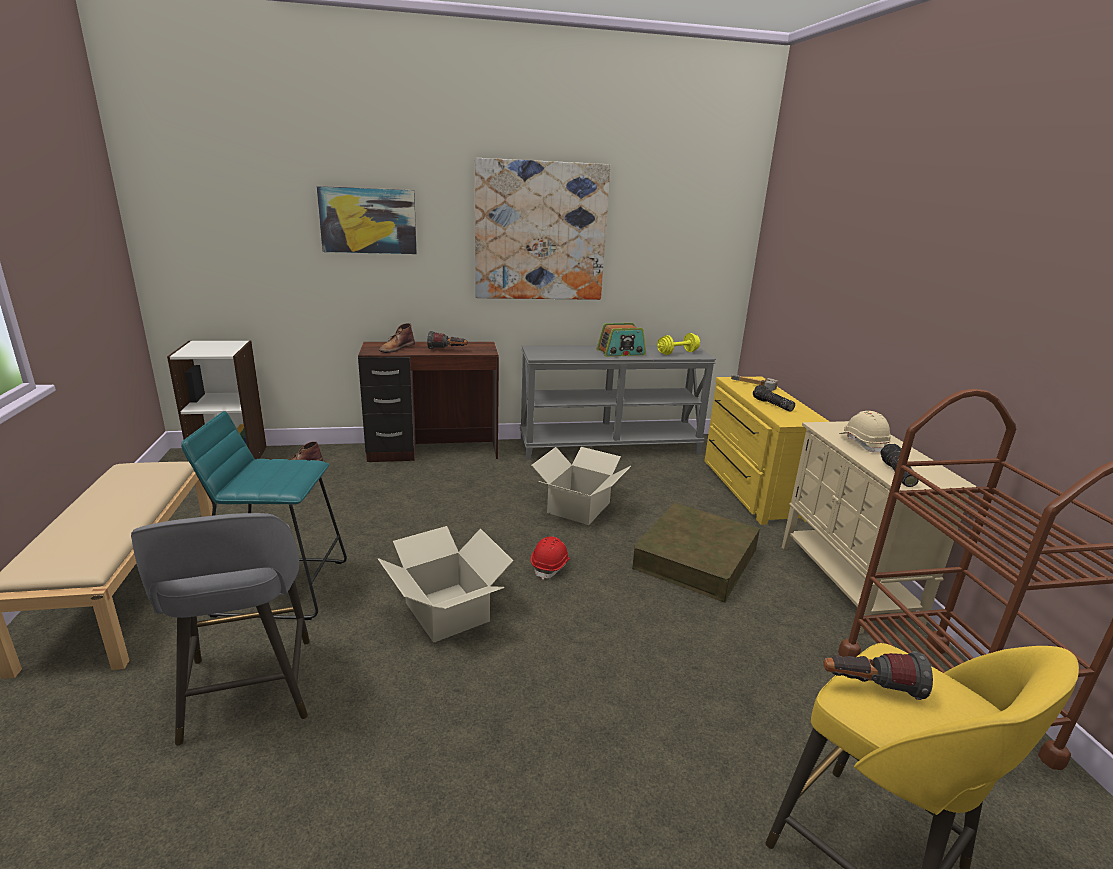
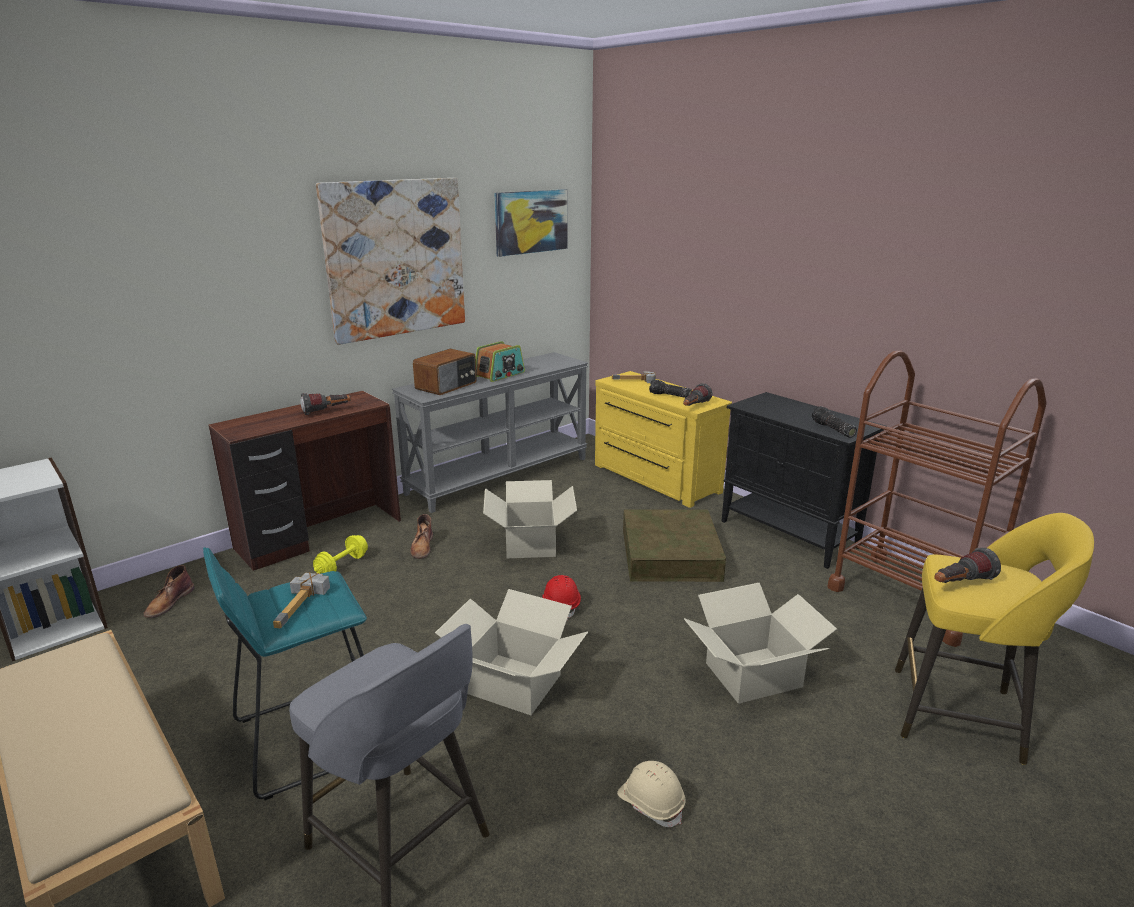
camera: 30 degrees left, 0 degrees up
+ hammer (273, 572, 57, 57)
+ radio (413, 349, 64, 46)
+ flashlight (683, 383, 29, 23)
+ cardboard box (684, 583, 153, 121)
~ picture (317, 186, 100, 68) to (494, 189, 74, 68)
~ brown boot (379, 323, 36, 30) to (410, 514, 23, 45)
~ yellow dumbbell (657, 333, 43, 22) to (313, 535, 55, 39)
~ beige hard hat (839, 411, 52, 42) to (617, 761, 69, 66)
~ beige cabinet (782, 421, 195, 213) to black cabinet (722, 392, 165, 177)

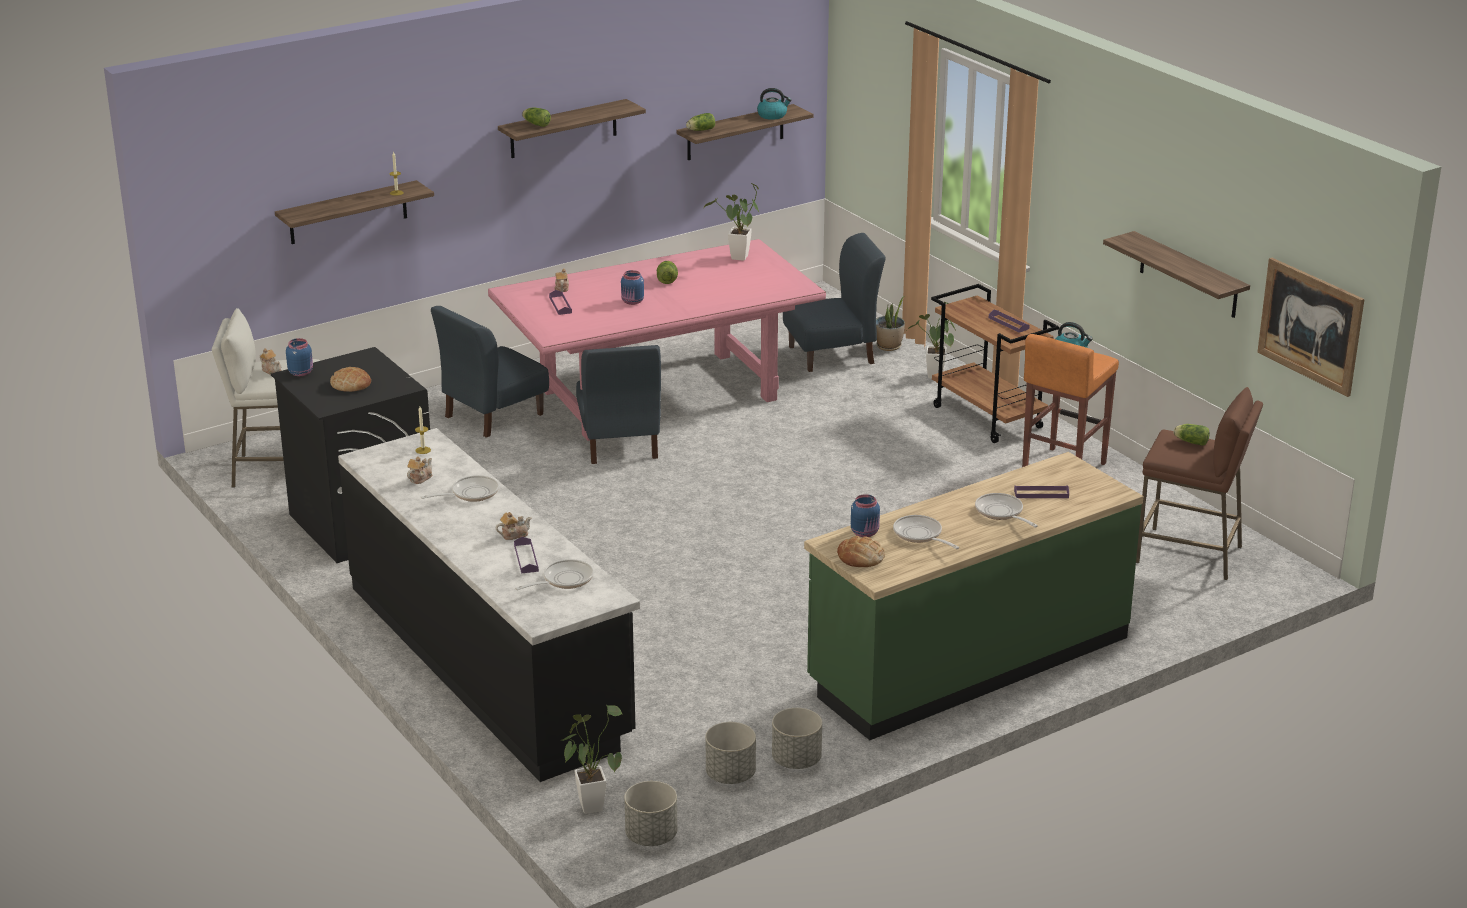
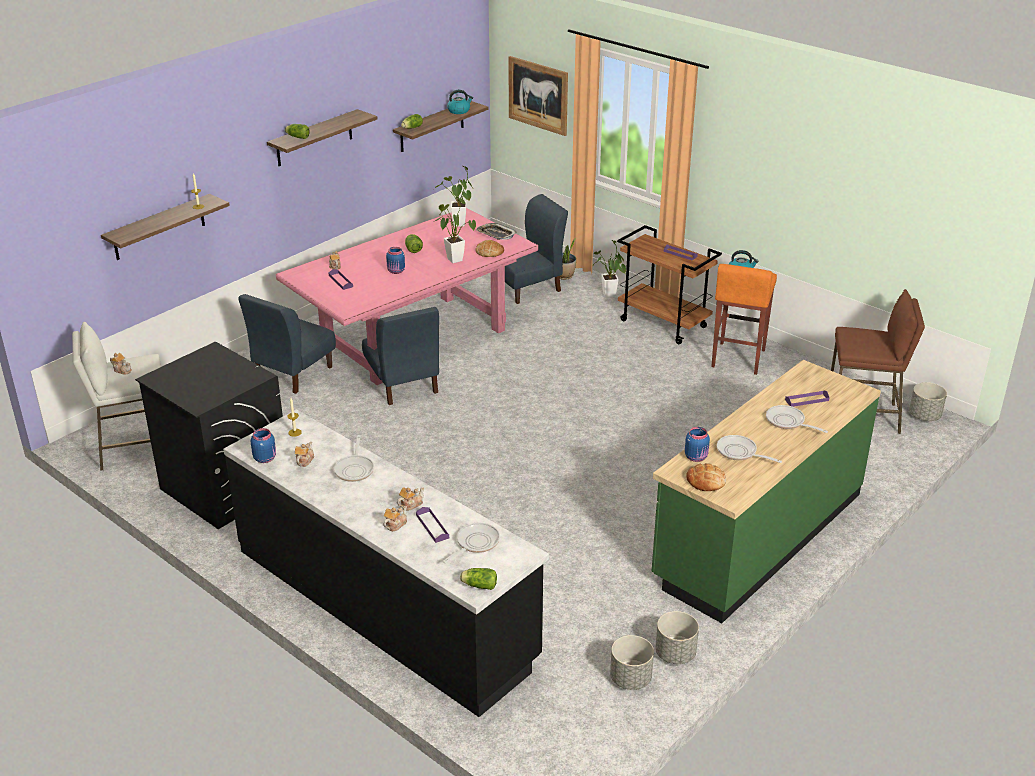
camera: 15 degrees left, 5 degrees up
- shelf (1103, 231, 147, 87)
+ teapot (383, 506, 24, 25)
+ tray (476, 223, 41, 17)
~ blue jar (286, 338, 27, 38) to (251, 428, 25, 35)
~ bread (330, 367, 41, 25) to (476, 240, 28, 17)
~ potted plant (561, 705, 61, 109) to (435, 197, 41, 66)
~ grey planter (624, 781, 53, 65) to (909, 382, 38, 39)
~ lettuce (1174, 424, 36, 22) to (460, 568, 37, 22)
~ picture (1257, 258, 107, 139) to (509, 56, 59, 80)
~ frying pan (421, 475, 78, 27) = (334, 435, 40, 47) 135 degrees clockwise

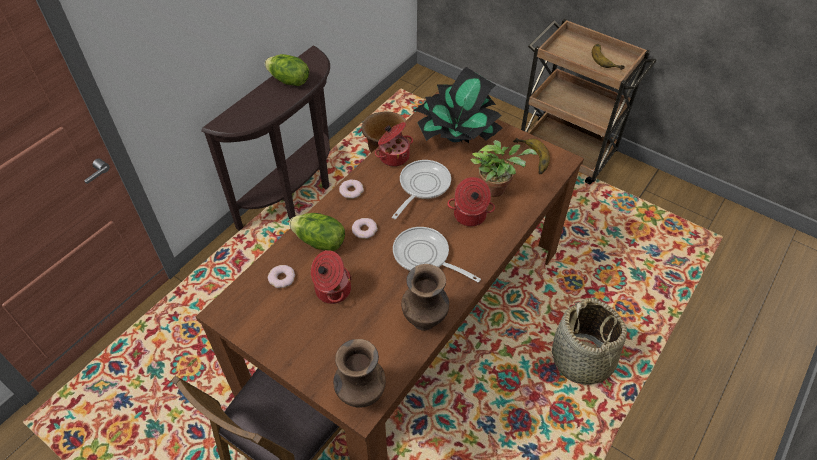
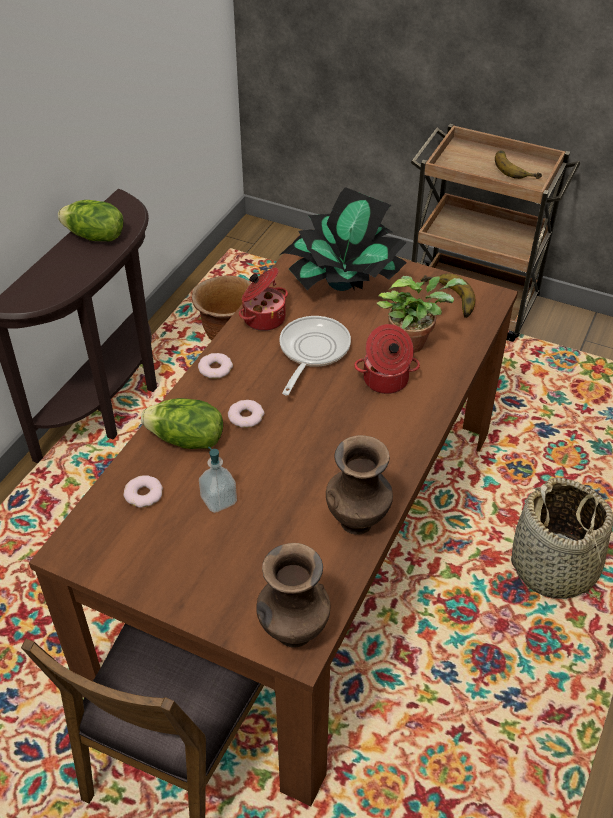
camera: 10 degrees left, 5 degrees down
- frying pan (393, 227, 88, 55)
~ cooking pot (311, 250, 41, 54) to soap dispenser (199, 447, 38, 66)

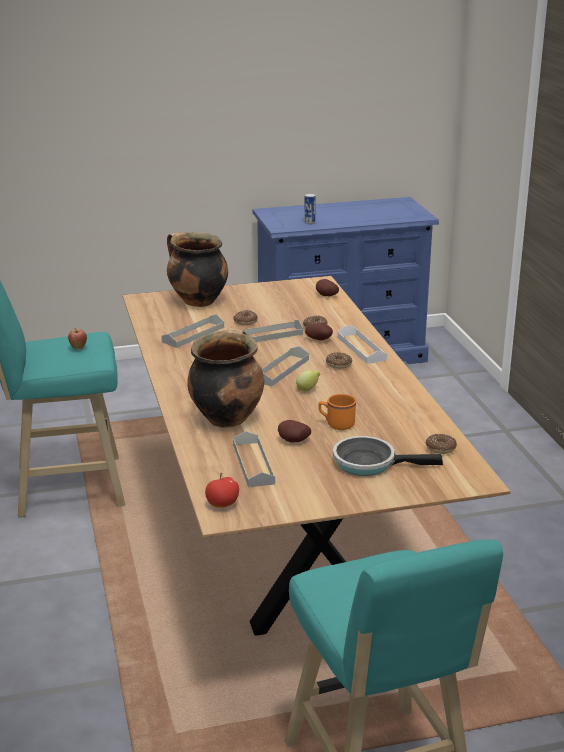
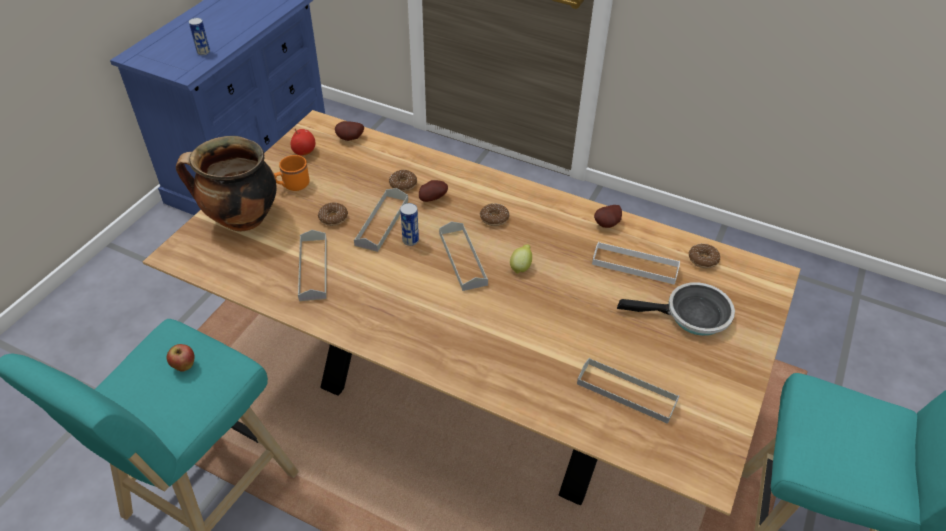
camera: 50 degrees left, 20 degrees up
- cooking pot (187, 328, 77, 100)
+ can (400, 203, 19, 43)
~ apple (205, 473, 34, 35) to (290, 128, 25, 28)
~ potato (278, 420, 33, 22) to (594, 205, 28, 23)
~ orange mug (318, 394, 38, 36) to (274, 155, 35, 36)
~ white tray (337, 325, 50, 39) to (592, 241, 88, 44)
~ frying pan (333, 436, 110, 40) = (617, 282, 118, 54) 135 degrees counterclockwise

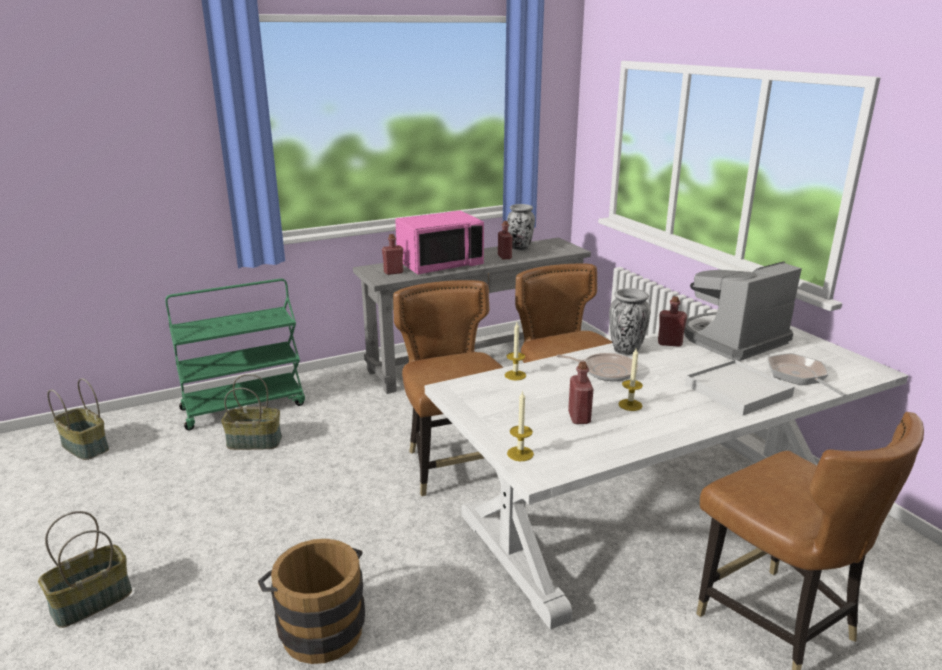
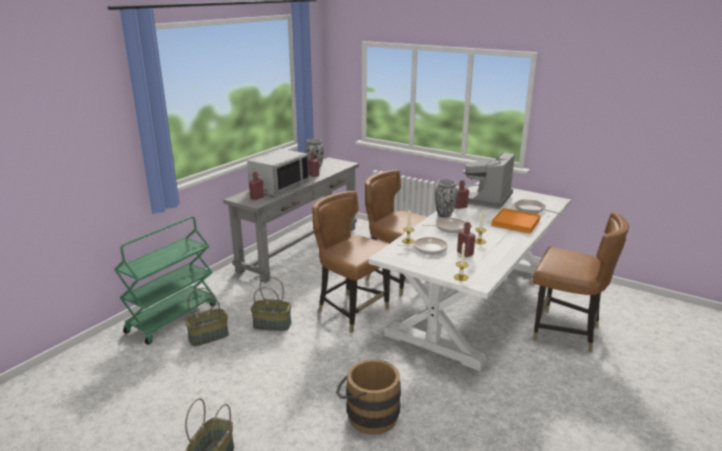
camera: 30 degrees left, 0 degrees up
+ frying pan (397, 237, 51, 18)
~ basket (47, 378, 62, 82) to (251, 277, 40, 54)
~ pink microwave (395, 210, 89, 64) to grey microwave (247, 148, 62, 48)
~ white tray (685, 360, 110, 56) to orange tray (491, 208, 50, 26)

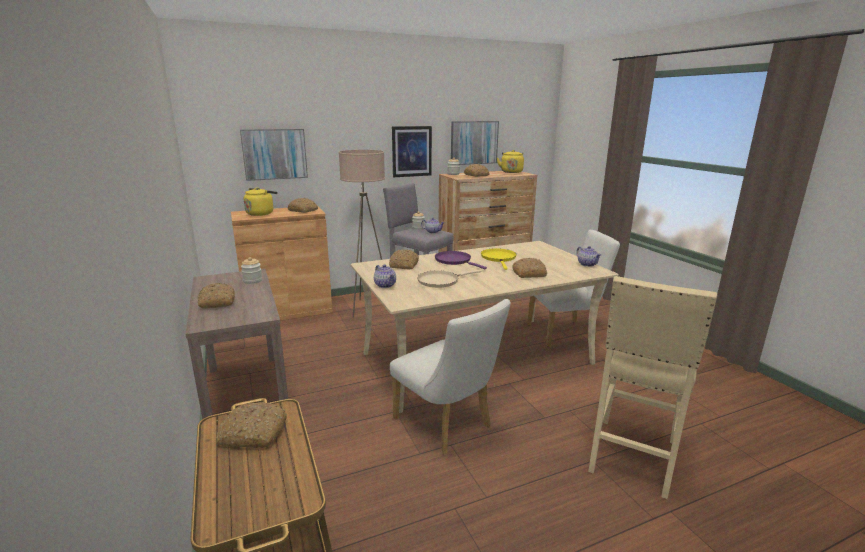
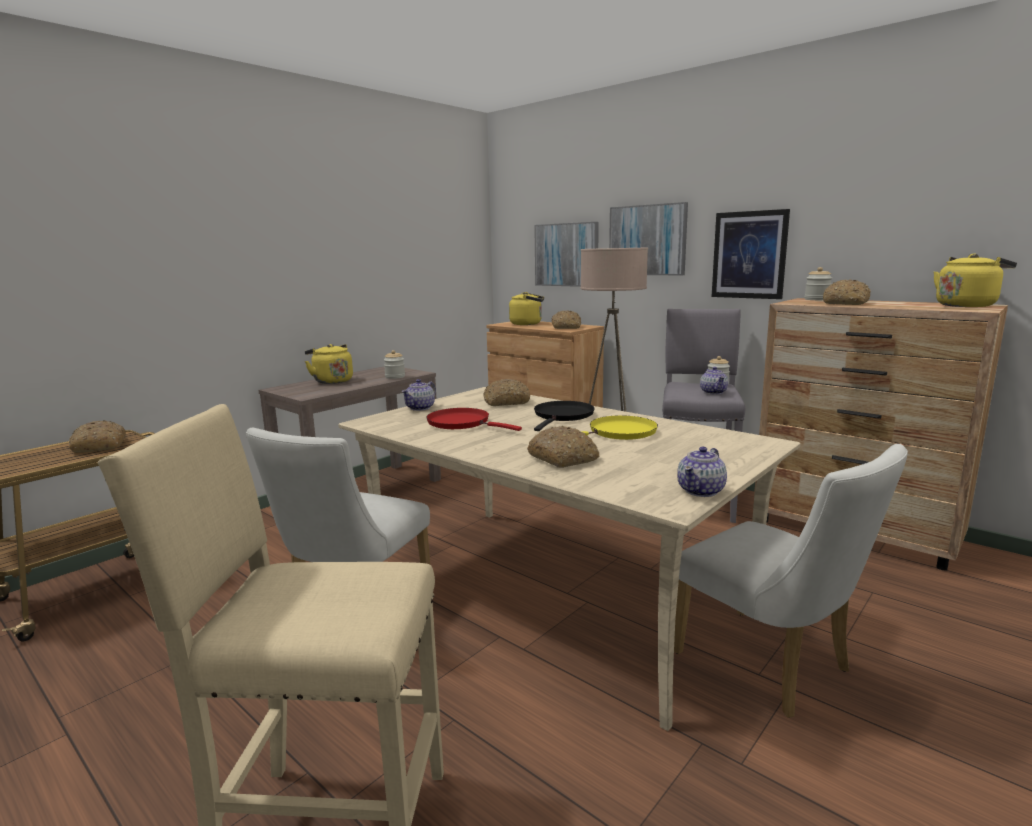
camera: 65 degrees right, 5 degrees down
~ picture (451, 121, 48, 44) to (609, 202, 79, 74)
~ bread (197, 283, 38, 26) to yellow kettle (305, 344, 48, 40)
~ beige frying pan (417, 270, 64, 18) to red frying pan (426, 408, 96, 23)
~ purple frying pan (435, 251, 52, 18) to black frying pan (534, 401, 60, 30)

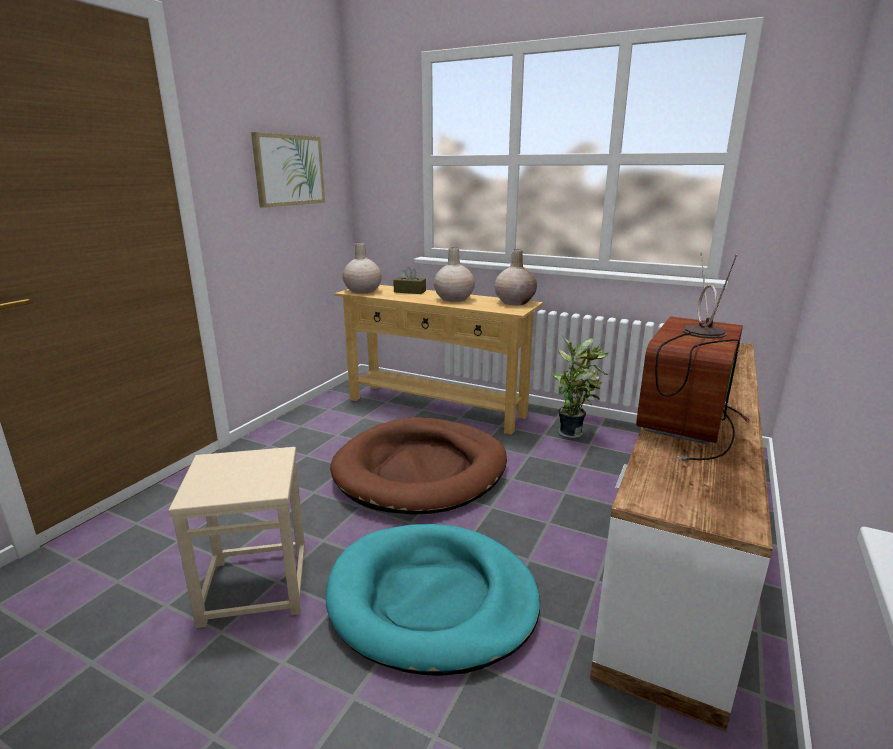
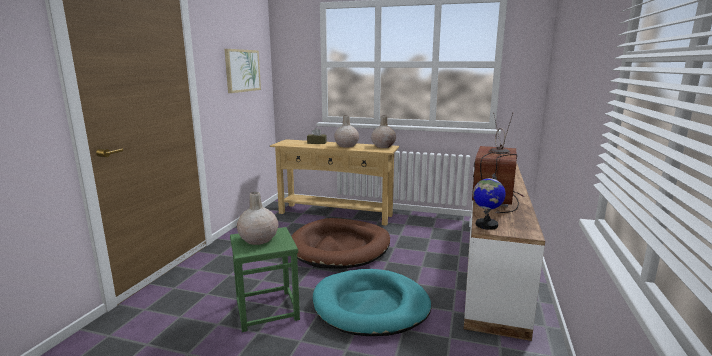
camera: 10 degrees left, 5 degrees down
- potted plant (551, 337, 57, 101)
+ globe (473, 174, 33, 56)
~ beige vase (343, 242, 39, 52) to (237, 192, 41, 53)
~ beige stool (168, 447, 138, 181) to green stool (230, 227, 70, 105)

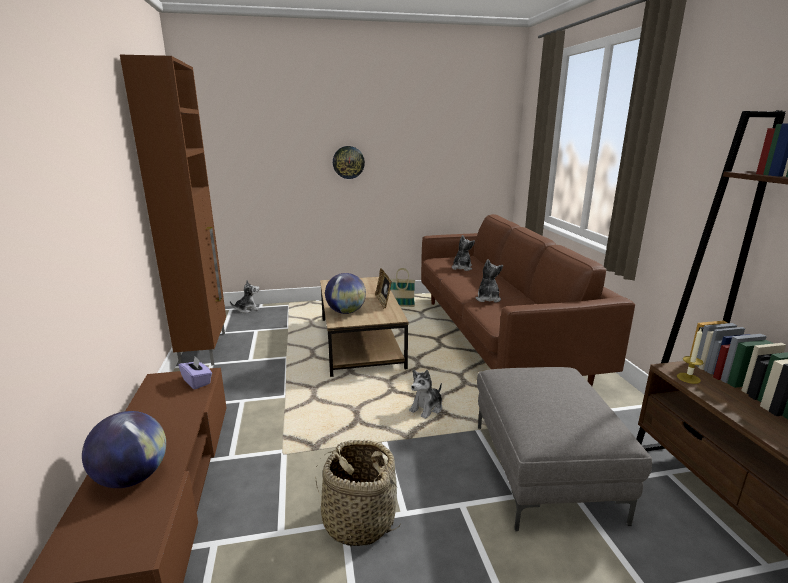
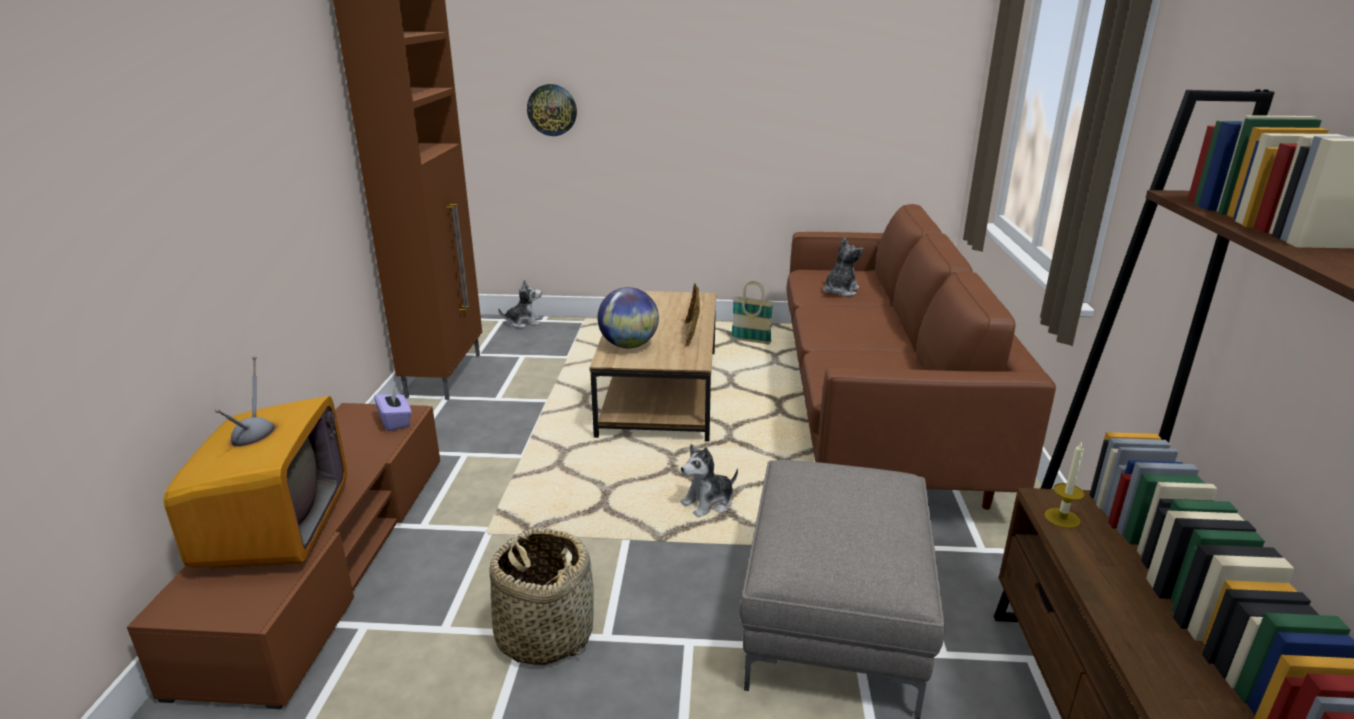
camera: 15 degrees right, 5 degrees up
- plush toy (475, 259, 28, 44)
~ wall clock (333, 146, 32, 33) to (527, 84, 50, 52)
~ globe (82, 411, 84, 77) to television (163, 356, 184, 213)

